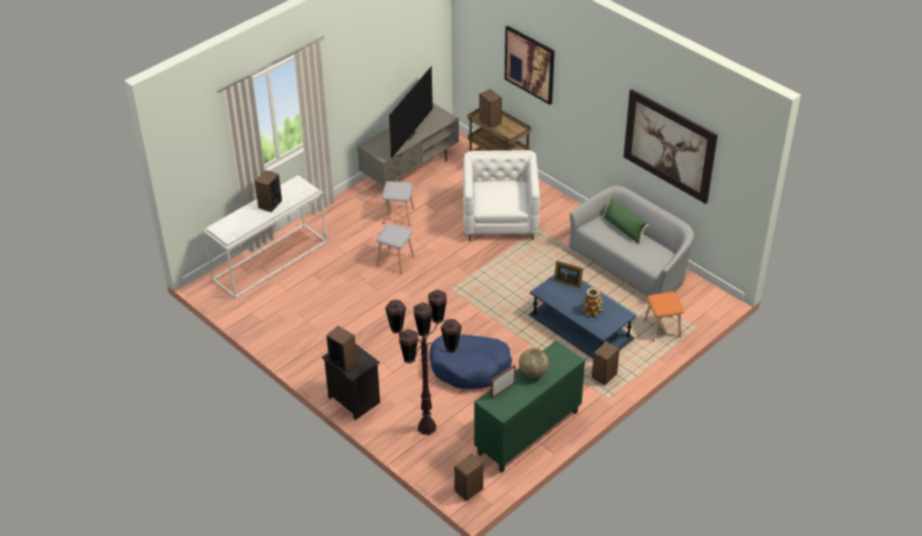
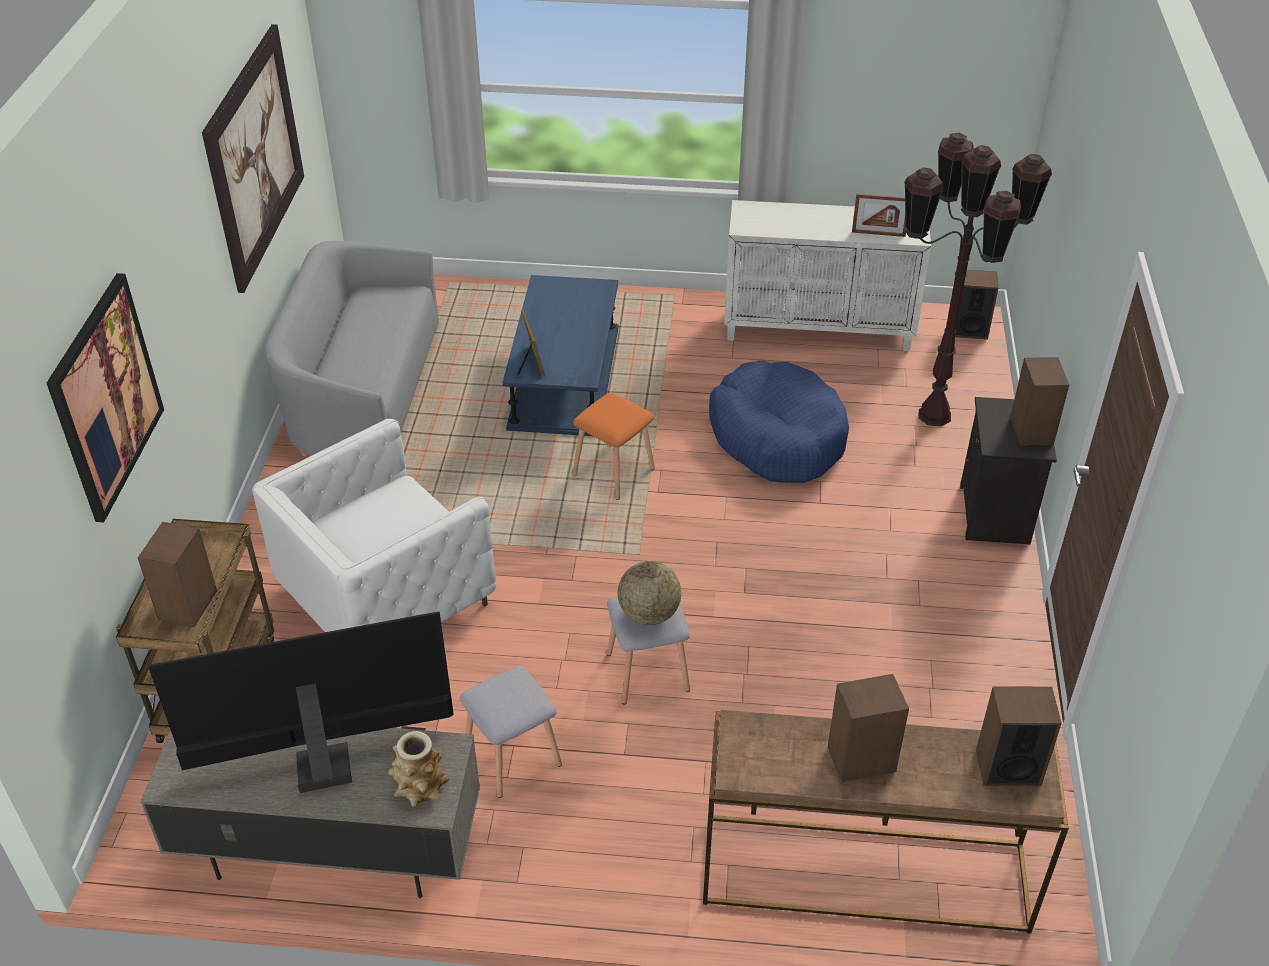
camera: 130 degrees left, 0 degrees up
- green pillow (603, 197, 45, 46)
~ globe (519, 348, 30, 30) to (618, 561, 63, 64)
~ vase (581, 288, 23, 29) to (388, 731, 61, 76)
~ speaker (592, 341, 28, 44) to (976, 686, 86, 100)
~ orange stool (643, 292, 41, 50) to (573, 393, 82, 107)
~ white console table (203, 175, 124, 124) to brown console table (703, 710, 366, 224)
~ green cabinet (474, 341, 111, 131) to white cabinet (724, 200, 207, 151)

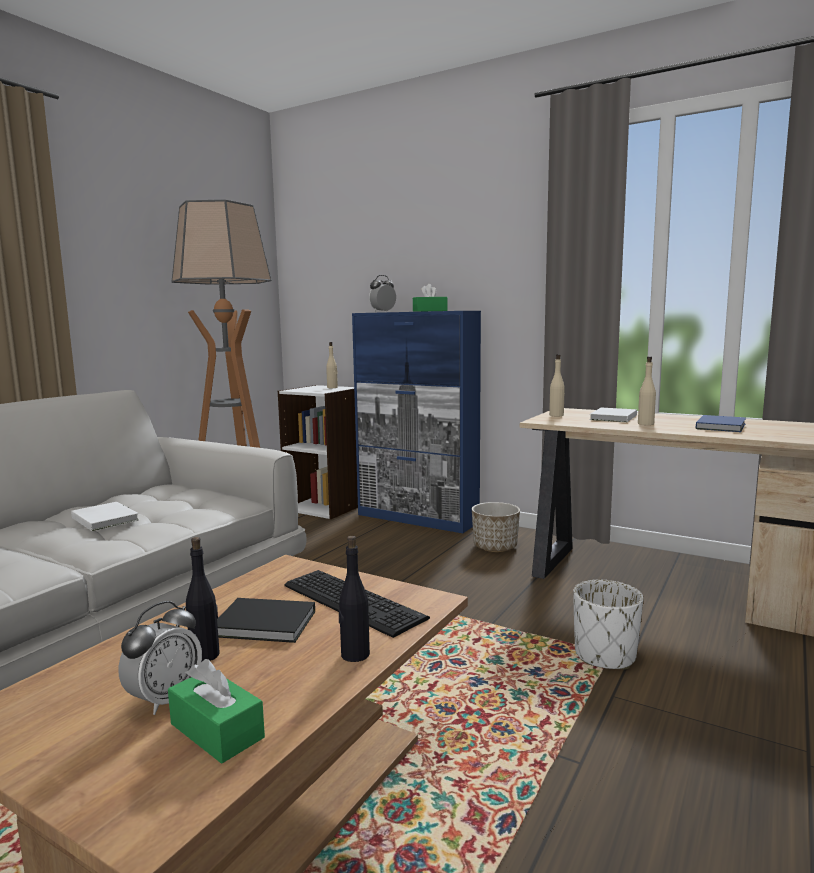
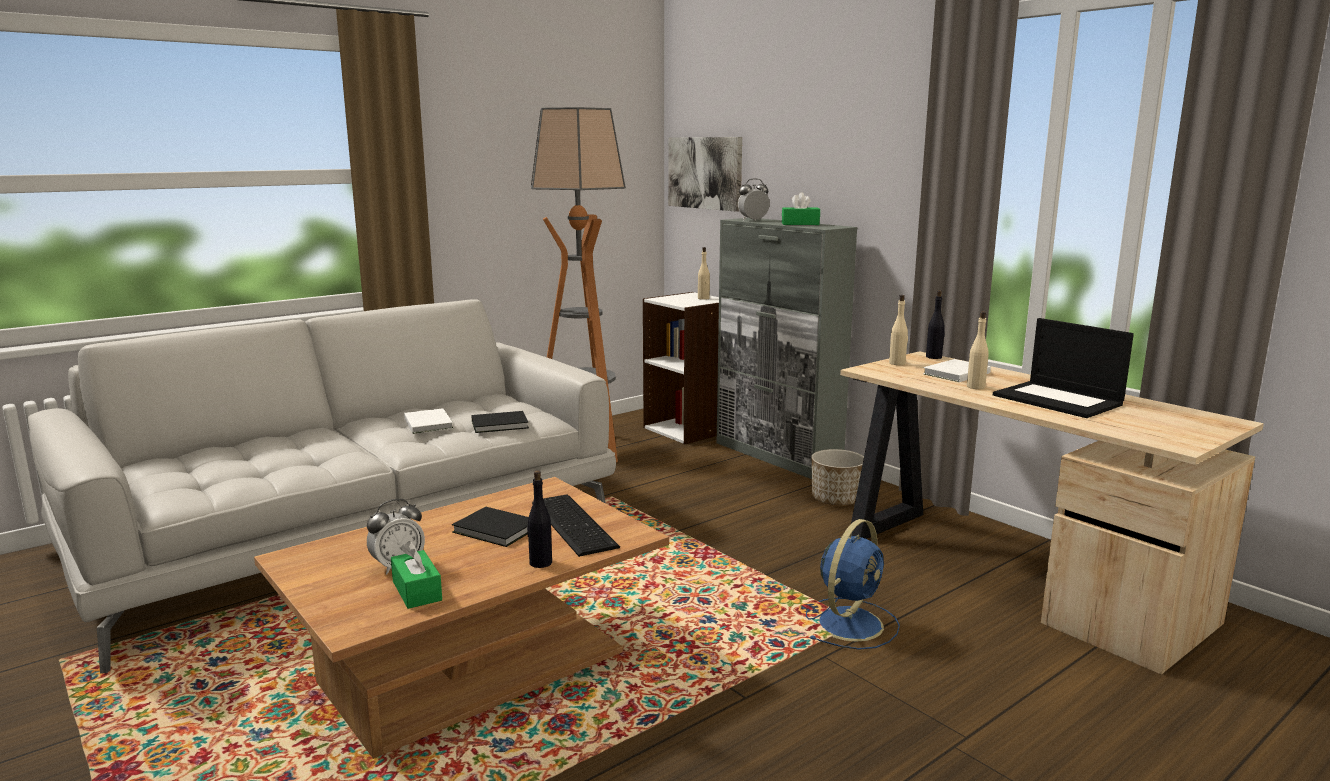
camera: 20 degrees right, 5 degrees up
+ black book (471, 411, 58, 22)
+ picture (668, 137, 74, 75)
~ black bottle (186, 537, 34, 124) to (926, 290, 19, 69)
~ white planter (573, 580, 70, 89) to blue fan (806, 519, 94, 131)
~ blue book (696, 415, 50, 17) to laptop (993, 318, 141, 100)
~ blue cabinet (352, 311, 129, 222) to grey cabinet (717, 218, 140, 261)

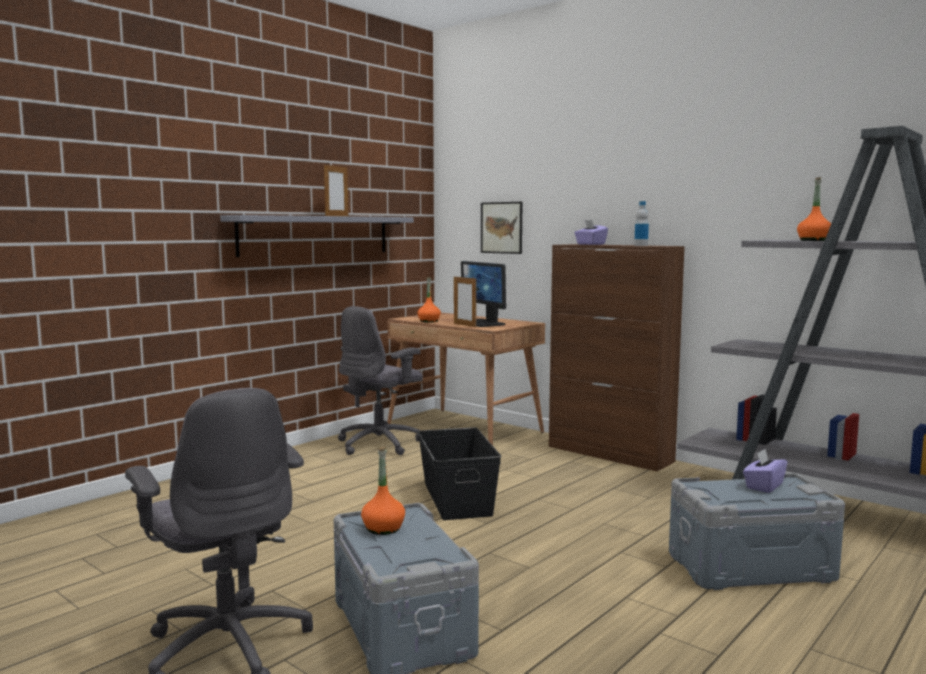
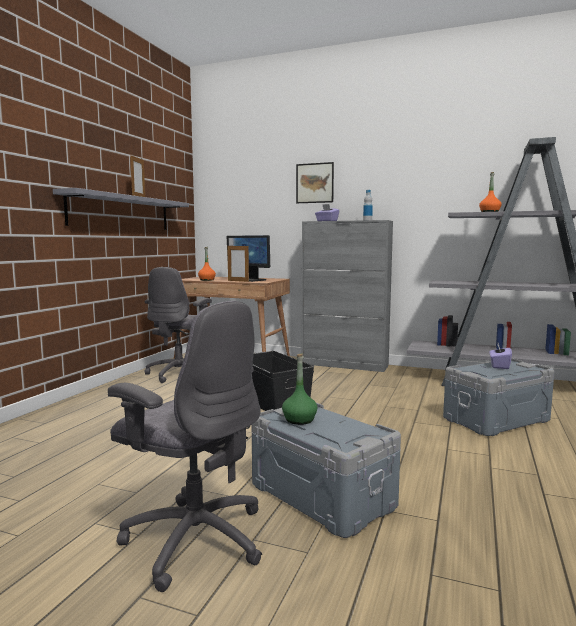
camera: 20 degrees left, 0 degrees up
~ picture (481, 202, 42, 52) to (296, 162, 38, 41)
~ orange bottle (361, 447, 44, 88) to green bottle (282, 354, 36, 71)
~ brown cabinet (549, 244, 136, 227) to grey cabinet (301, 220, 92, 152)

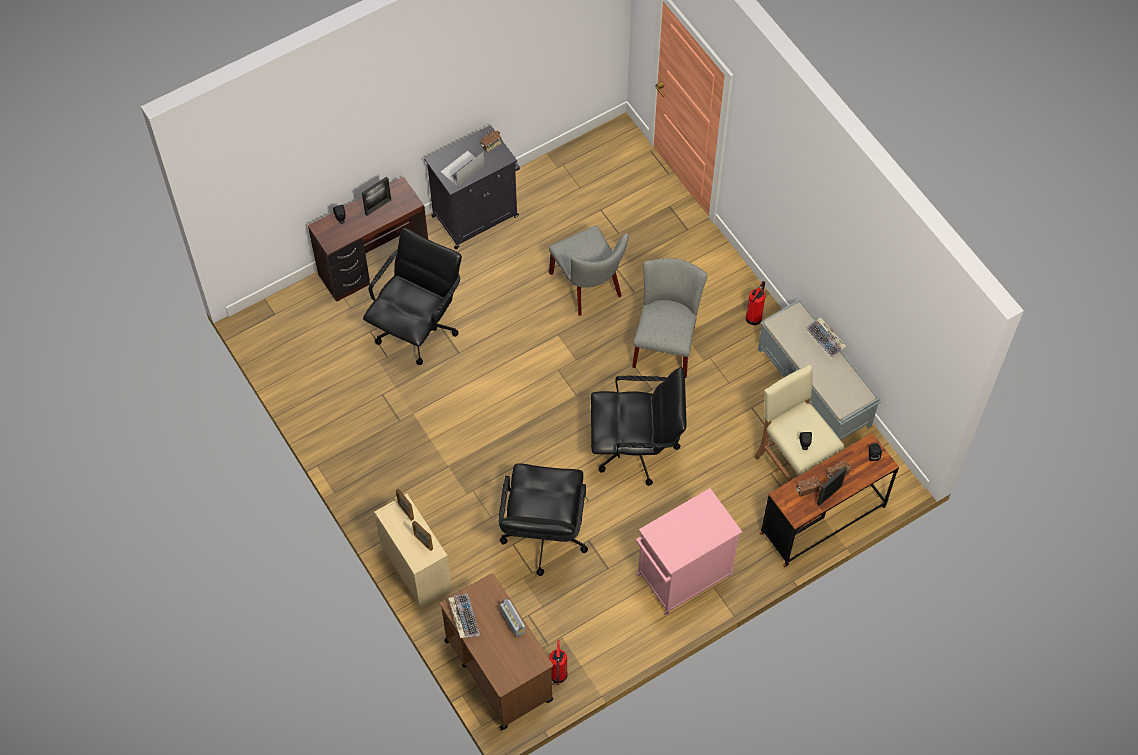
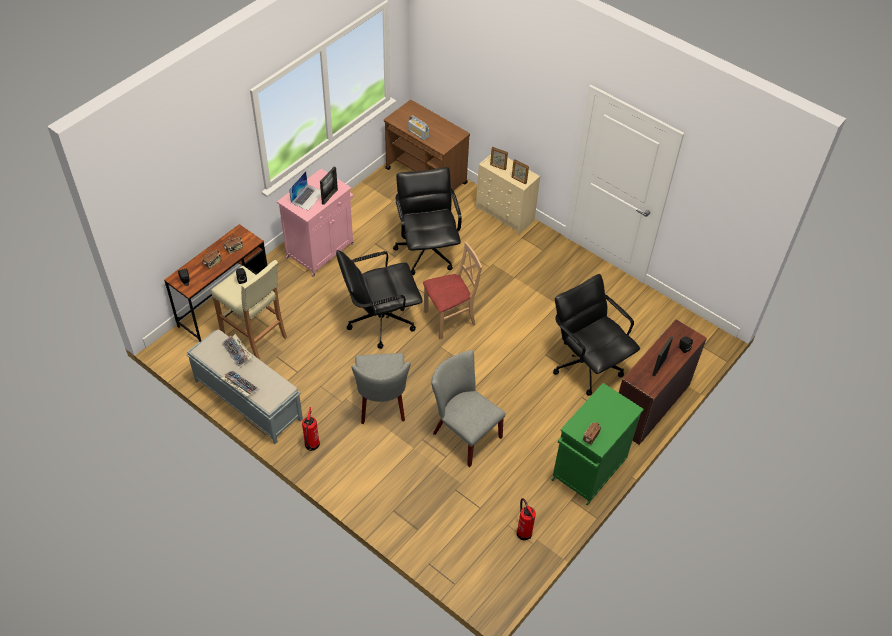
camera: 160 degrees right, 10 degrees down
+ beige chair (423, 242, 59, 97)
~ laptop (441, 151, 44, 36) to (289, 171, 32, 39)
~ keyboard (448, 594, 32, 44) to (222, 334, 30, 34)
~ fire extinguisher (549, 640, 19, 45) to (517, 498, 19, 42)
~ picture frame (817, 466, 30, 40) to (320, 167, 18, 38)
~ black cabinet (424, 125, 96, 124) to green cabinet (552, 383, 92, 123)
~ black office chair (363, 228, 99, 137) = (553, 274, 87, 122) 135 degrees clockwise

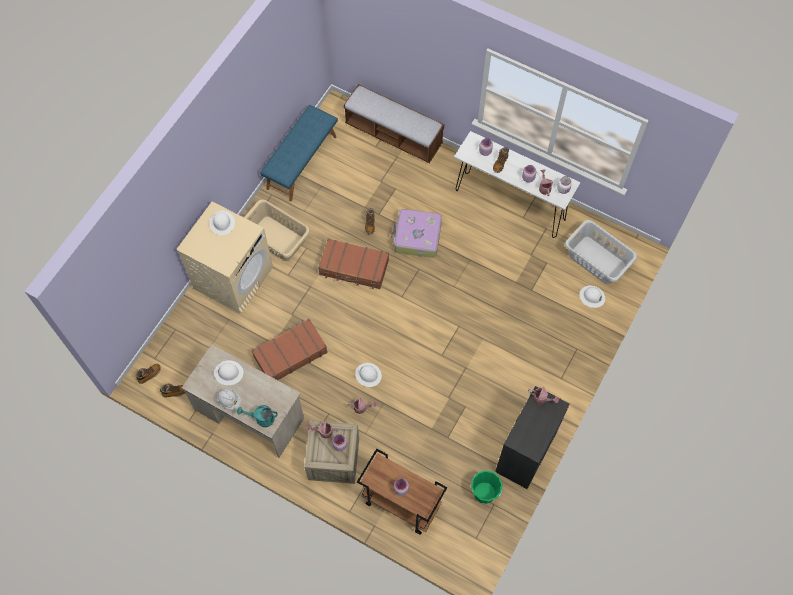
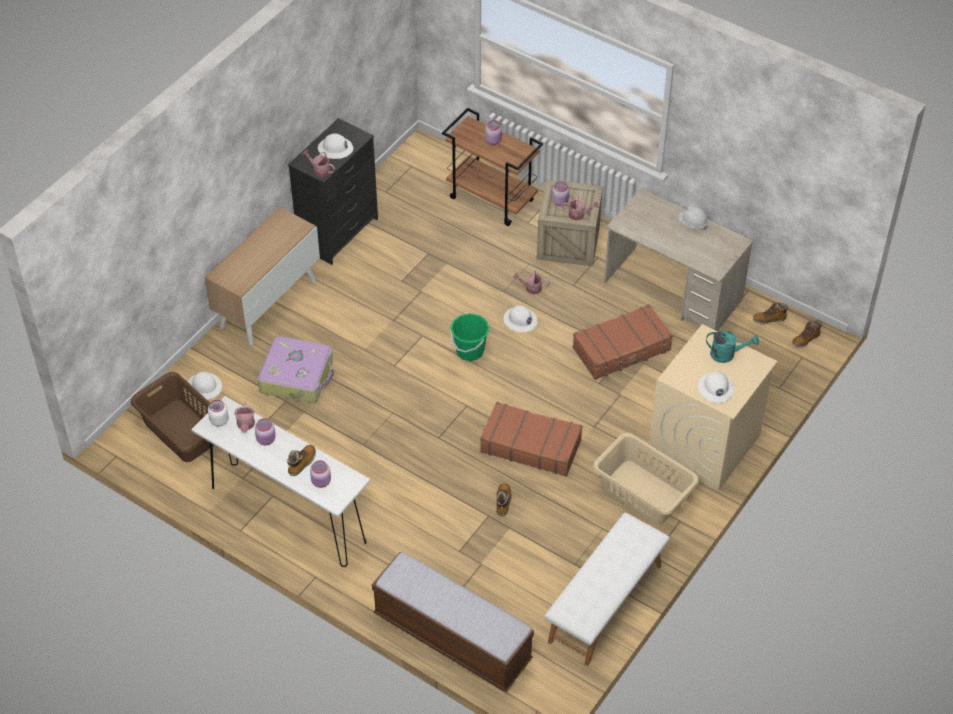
camera: 175 degrees left, 15 degrees down
+ cabinet (205, 207, 115, 138)
~ white hard hat (214, 360, 29, 25) to (318, 134, 35, 25)
~ turquoise watering can (237, 405, 40, 22) to (706, 330, 53, 33)
~ suitcase (391, 209, 51, 49) to (258, 336, 76, 67)
~ green bucket (471, 470, 32, 34) to (450, 313, 40, 48)
~ blue bench (260, 105, 78, 96) to white bench (545, 513, 125, 153)
~ grey laundry basket (565, 220, 72, 64) to brown laundry basket (131, 372, 83, 90)

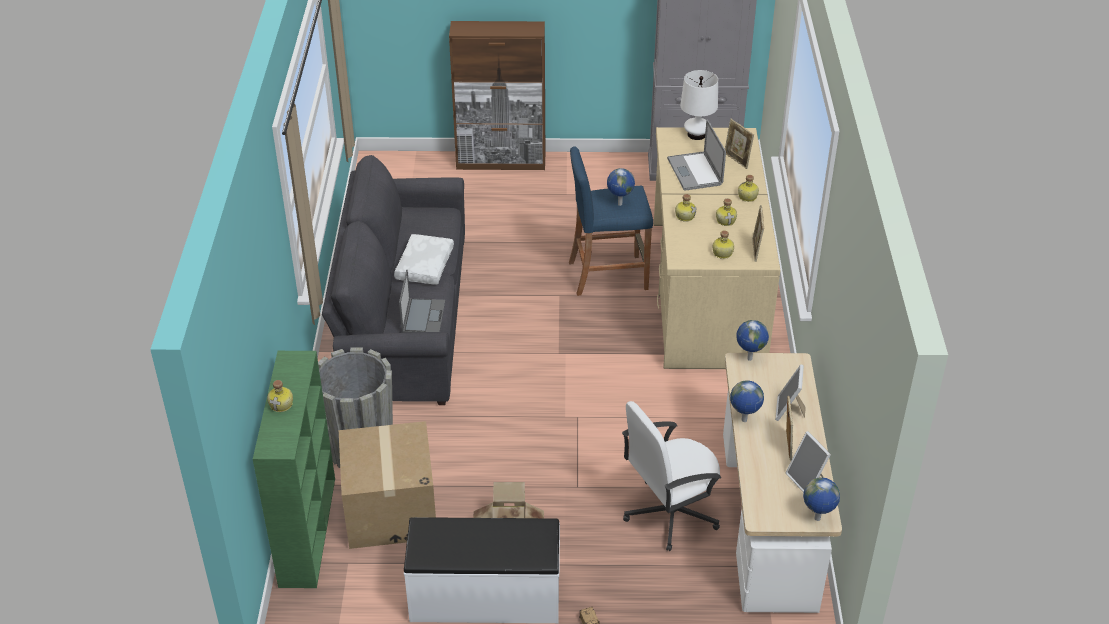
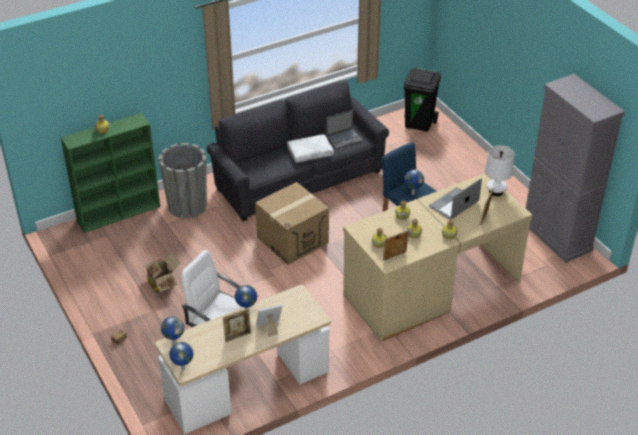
camera: 60 degrees right, 0 degrees up
- white bench (404, 517, 156, 106)
- brown cabinet (449, 21, 96, 149)
- picture frame (786, 431, 45, 62)
+ black trash can (404, 68, 37, 64)
~ cardboard box (339, 421, 97, 128) to (255, 182, 74, 83)
~ laptop (399, 270, 46, 63) to (326, 110, 37, 39)
~ globe (737, 320, 32, 41) to (161, 316, 23, 29)

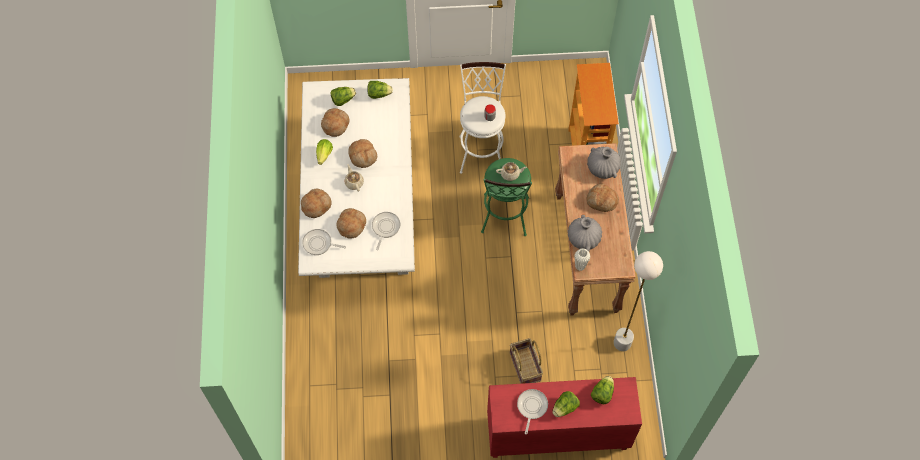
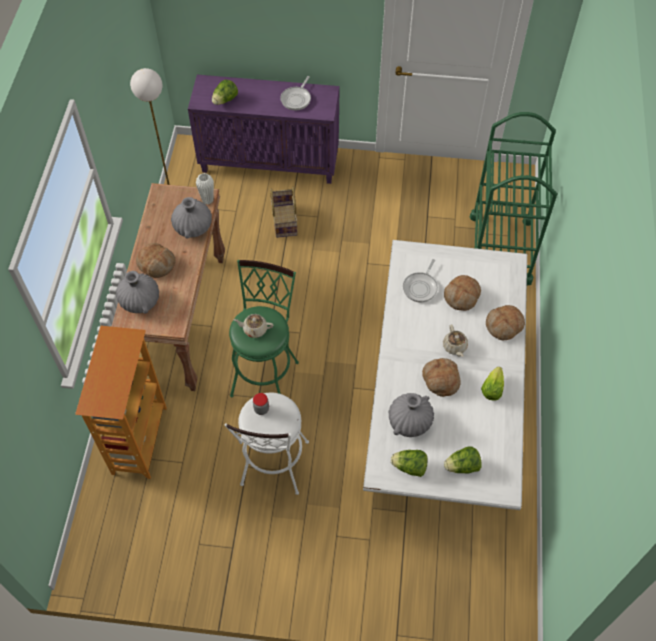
camera: 170 degrees left, 5 degrees down
- frying pan (302, 229, 44, 26)
- bread (321, 108, 29, 29)
- lettuce (552, 391, 28, 26)
+ grey vase (389, 393, 45, 44)
+ green cart (470, 112, 87, 173)
~ red cabinet (487, 377, 155, 81) to purple cabinet (188, 75, 152, 109)

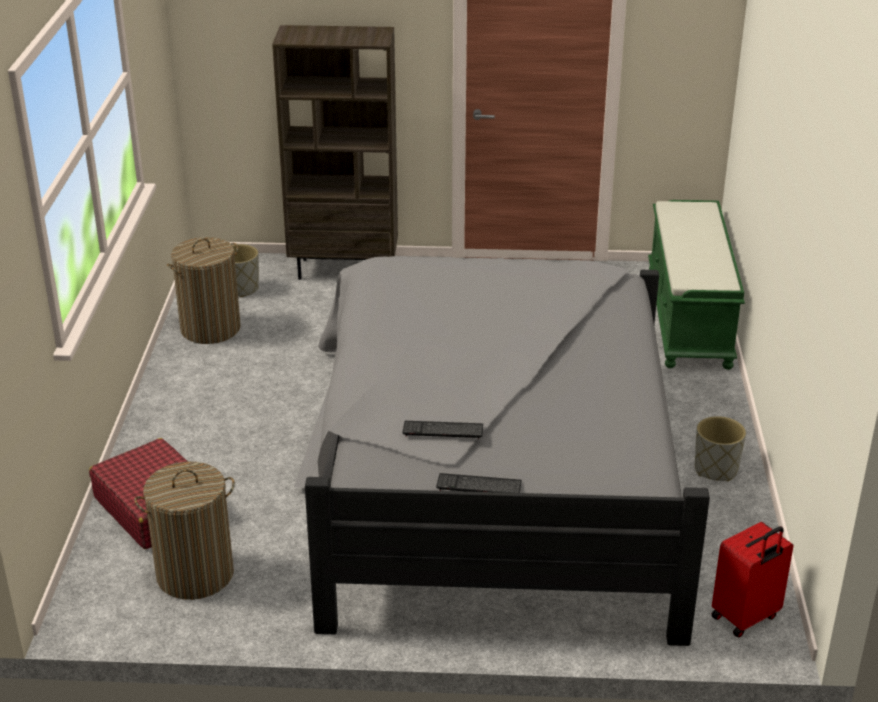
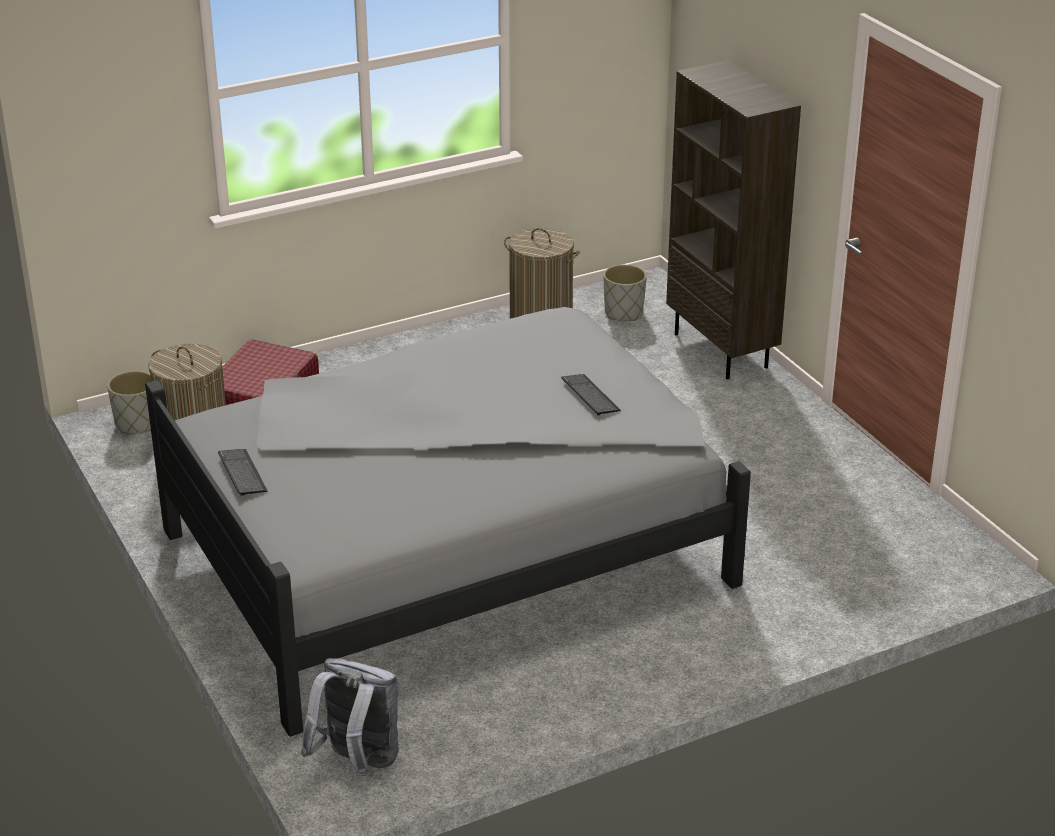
camera: 60 degrees right, 0 degrees up
- green bench (648, 200, 97, 170)
~ keyboard (403, 421, 80, 18) to (561, 374, 60, 42)
~ grey planter (695, 416, 51, 65) to (107, 371, 44, 63)
~ red suitcase (711, 522, 82, 116) to grey backpack (301, 658, 98, 120)

